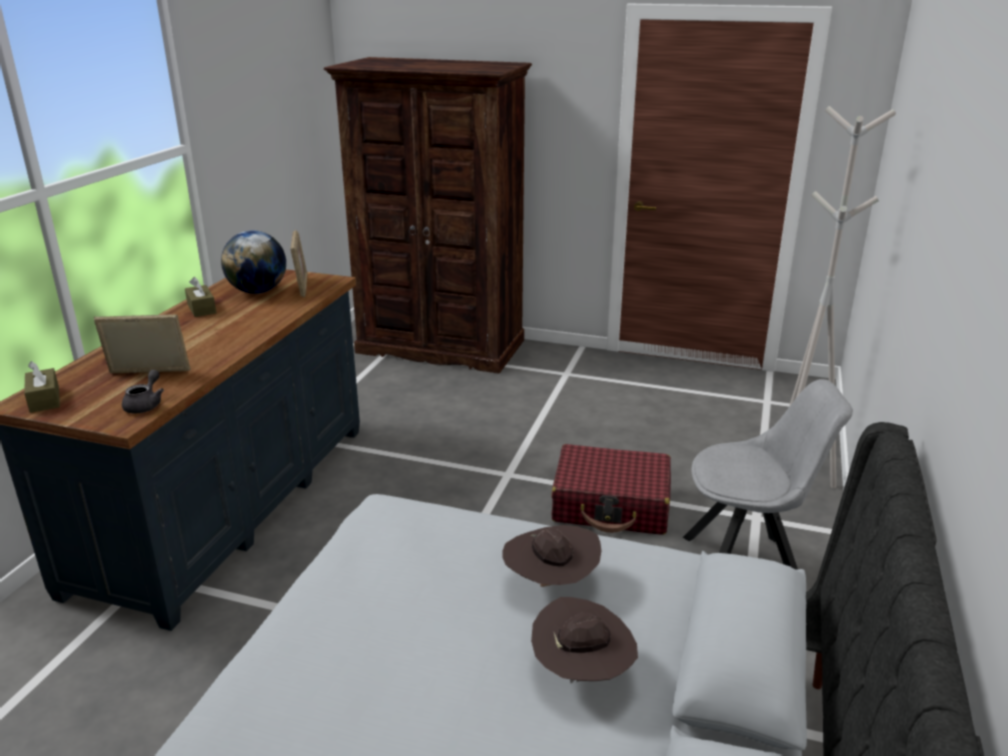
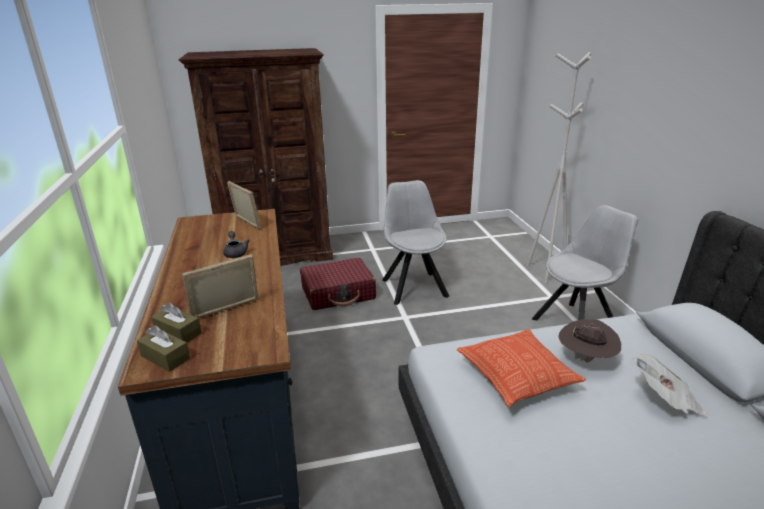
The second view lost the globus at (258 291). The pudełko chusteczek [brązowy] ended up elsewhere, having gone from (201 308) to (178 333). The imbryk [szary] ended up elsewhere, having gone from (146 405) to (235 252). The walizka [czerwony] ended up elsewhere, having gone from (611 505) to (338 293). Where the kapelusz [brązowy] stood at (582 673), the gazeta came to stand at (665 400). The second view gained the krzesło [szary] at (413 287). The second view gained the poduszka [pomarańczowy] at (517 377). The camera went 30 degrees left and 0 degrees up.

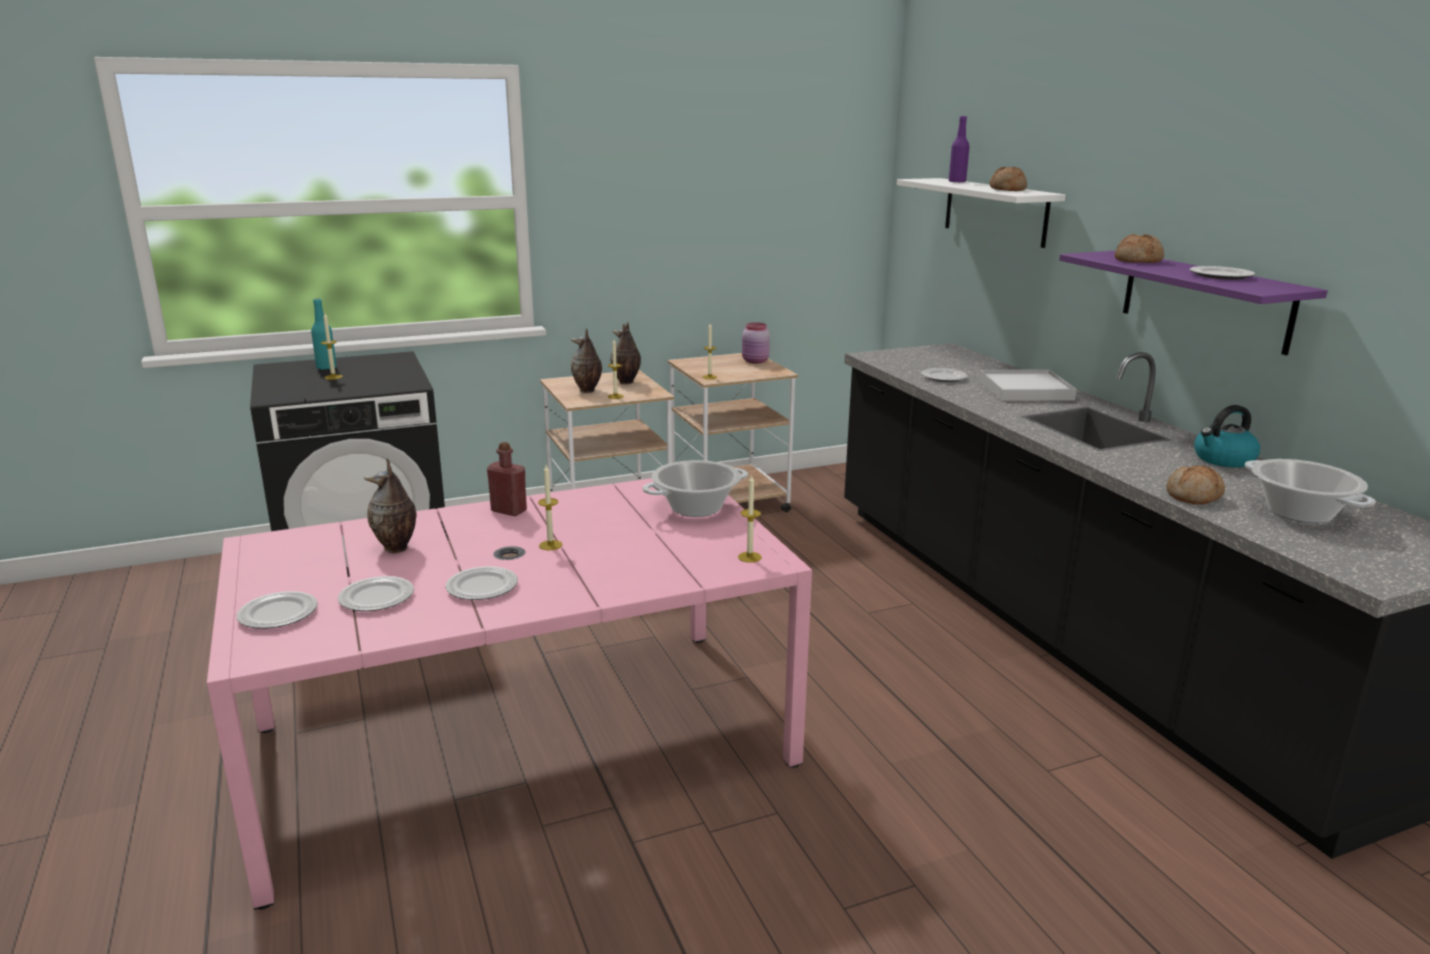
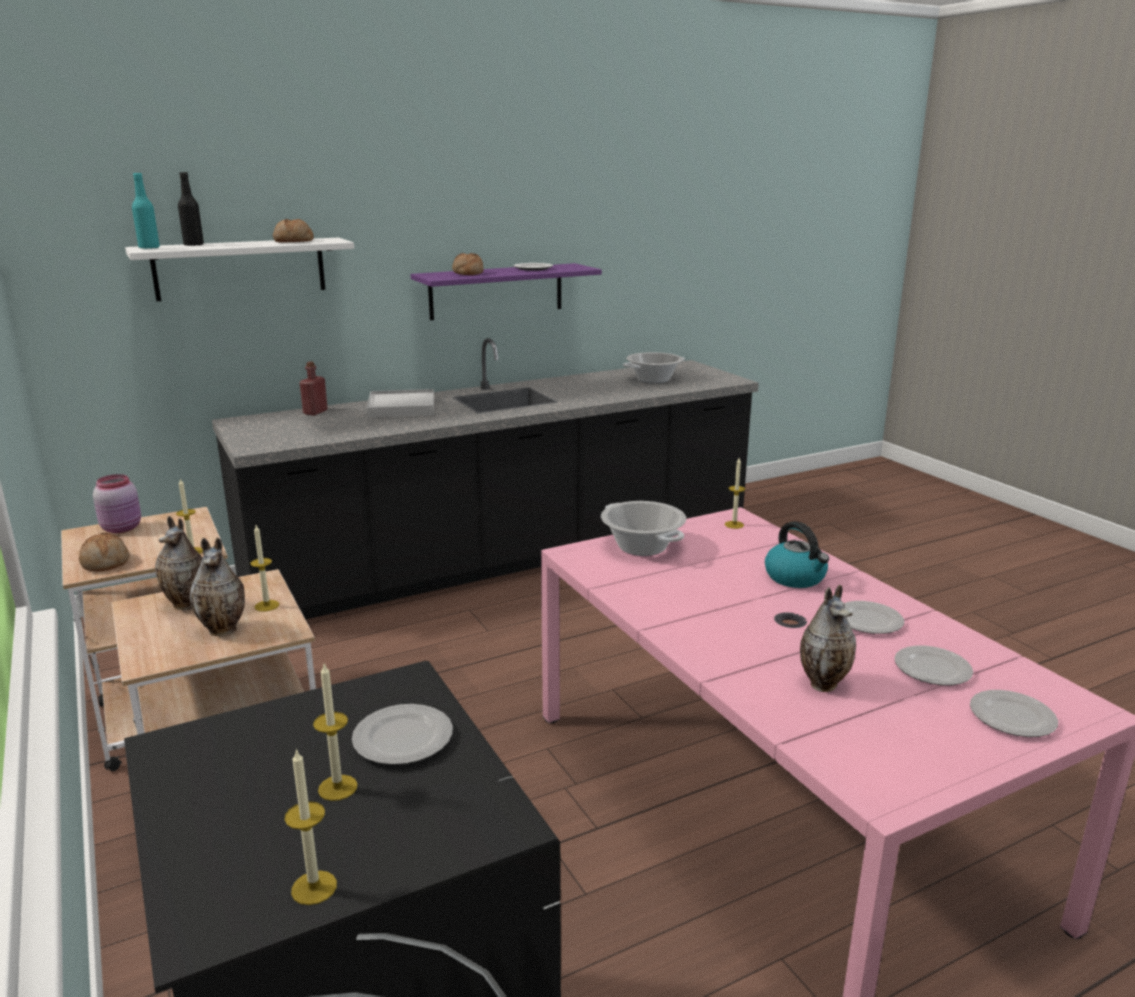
What was the butelka [fioletowy] at (957 182) turned into the butelka [czarny] at (193 245). The butelka [turkusowy] ended up elsewhere, having gone from (326 367) to (149 248). The talerz ended up elsewhere, having gone from (943 377) to (404 739). The czajnik ended up elsewhere, having gone from (1223 460) to (796 578). The butelka [czerwony] ended up elsewhere, having gone from (509 511) to (315 412). The świeca ended up elsewhere, having gone from (550 545) to (314 887). The chleb ended up elsewhere, having gone from (1194 496) to (106 562). The camera went 95 degrees left and 0 degrees up.

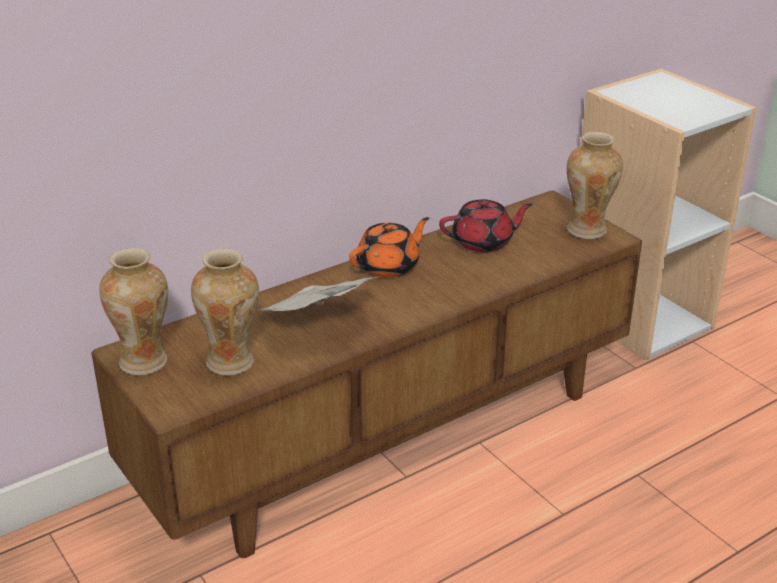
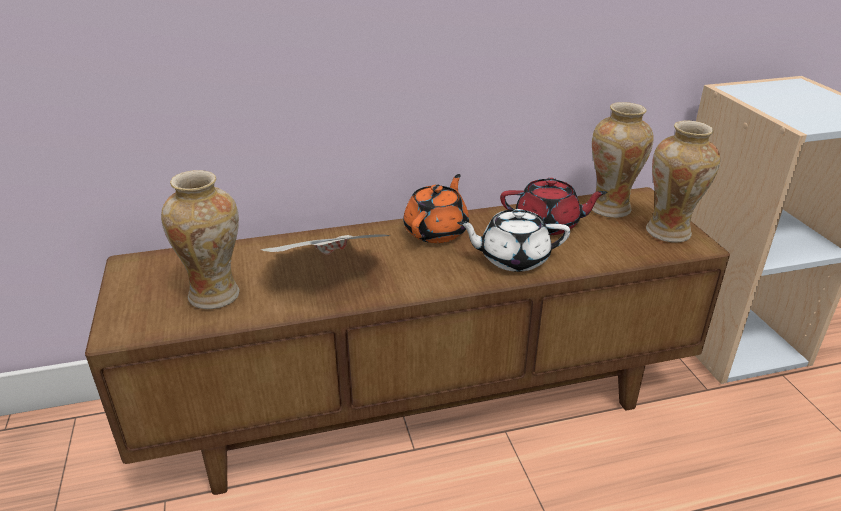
The imbryk [pomarańczowy] at (389 266) ended up facing another way, 45 degrees counterclockwise from before. The wazon ended up elsewhere, having gone from (144 361) to (611 208). The second view gained the imbryk [biały] at (512 258). The camera went 20 degrees right and 0 degrees up.

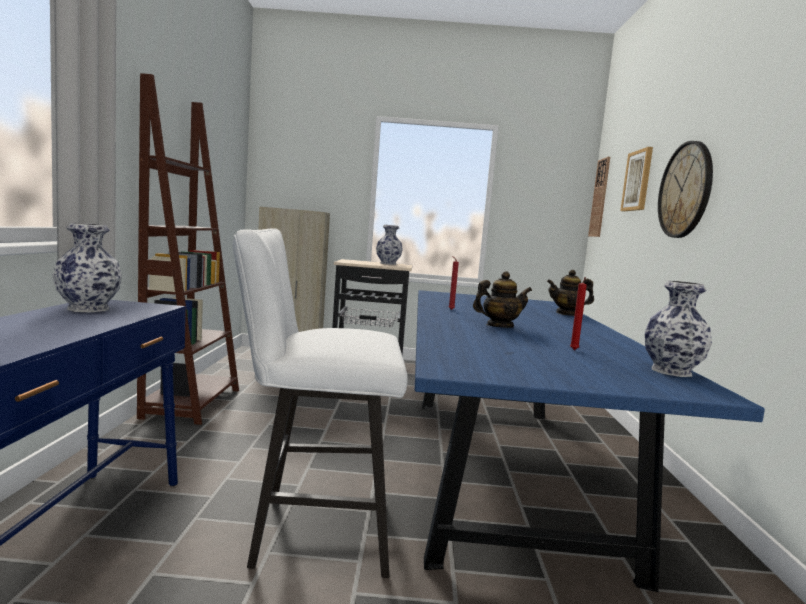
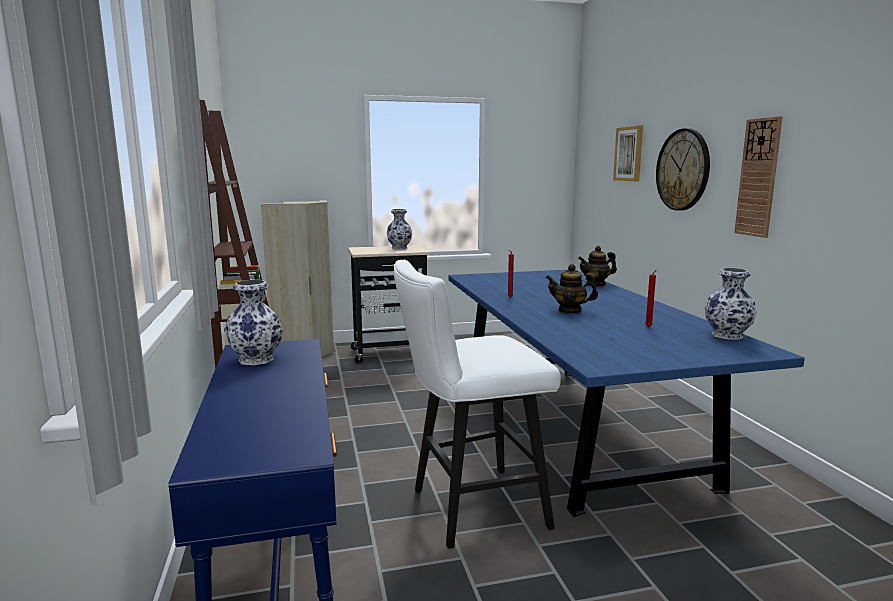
The zegar ścienny ended up elsewhere, having gone from (600 198) to (758 177). The imbryk at (499 326) ended up facing another way, 135 degrees counterclockwise from before. The camera went 15 degrees left and 5 degrees up.

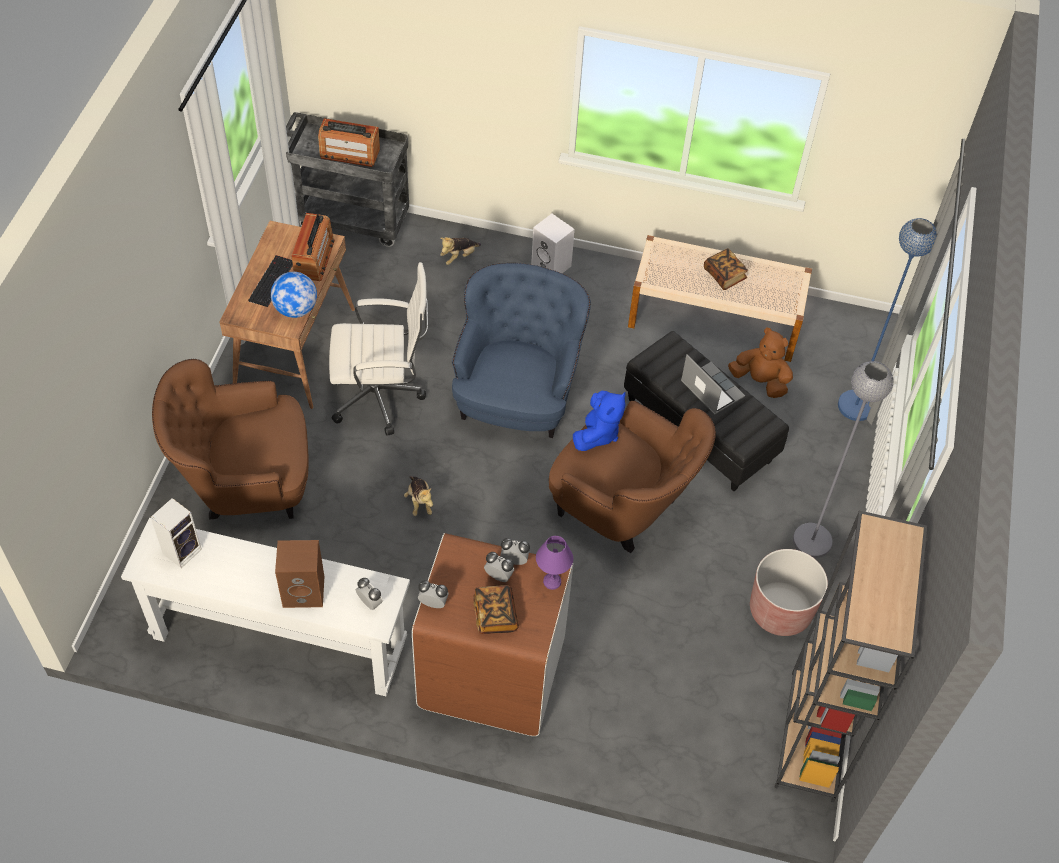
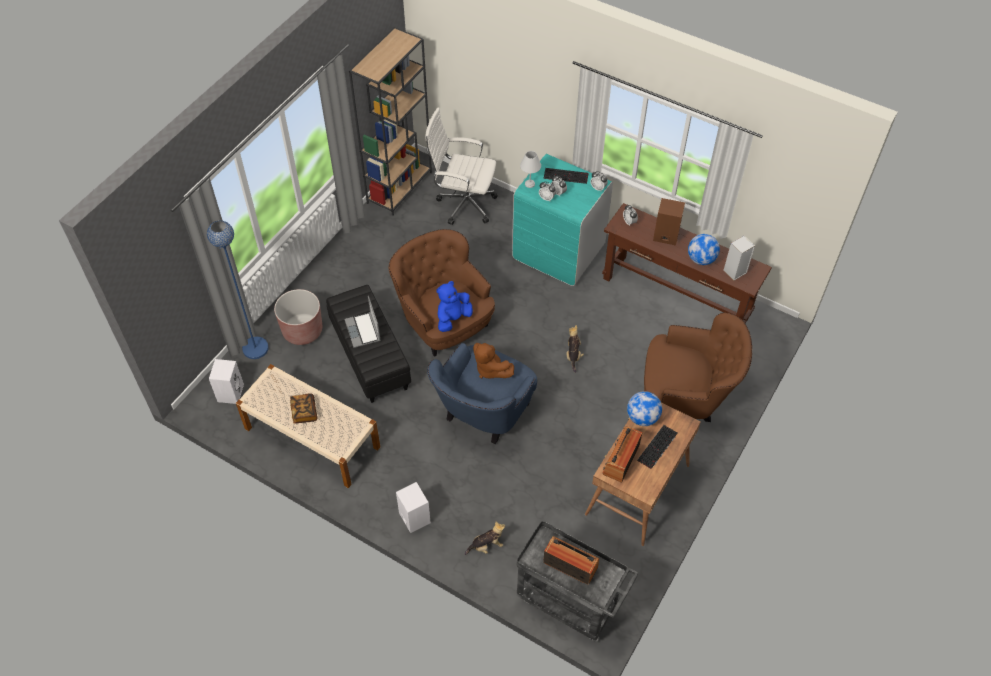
The krzesło biurowe [biały] ended up elsewhere, having gone from (381 398) to (463 204). The pluszak [brązowy] ended up elsewhere, having gone from (760 381) to (490 369). The second view lost the lampa stojąca [szary] at (812 541). What was the stolik konsolowy [biały] at (279 639) turned into the stolik konsolowy [brązowy] at (676 296). What was the komoda [brązowy] at (491 675) turned into the komoda [turkusowy] at (559 251). What was the lampa stołowa [fioletowy] at (552 580) turned into the lampa stołowa [biały] at (529 184). The donica [brązowy] ended up elsewhere, having gone from (780 611) to (302 331). Where the książka stood at (495 615), the klawiatura came to stand at (566 175). The second view gained the globus at (701 259). The second view gained the głośnik [biały] at (230 392). The camera went 160 degrees left and 0 degrees up.

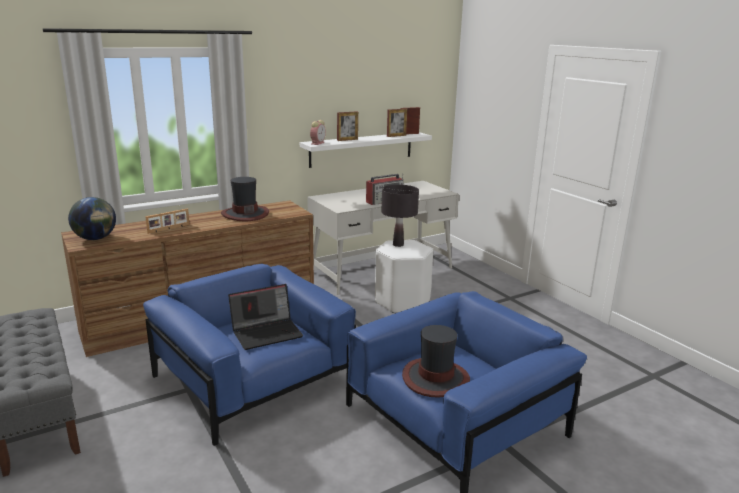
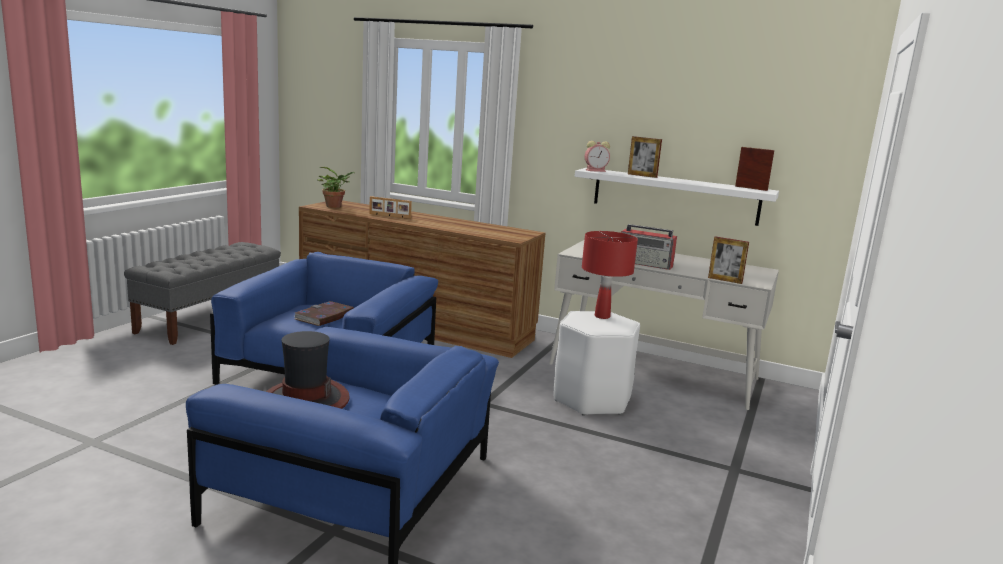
The ramka na zdjęcie ended up elsewhere, having gone from (396 136) to (725 280). The second view lost the kapelusz at (245 214). What was the lampa stołowa [czarny] at (398 244) turned into the lampa stołowa [czerwony] at (602 316). Where the globus stood at (95 238), the roślina doniczkowa came to stand at (335 206). Where the laptop stood at (267 332), the książka came to stand at (324 316). The camera went 55 degrees right and 5 degrees down.

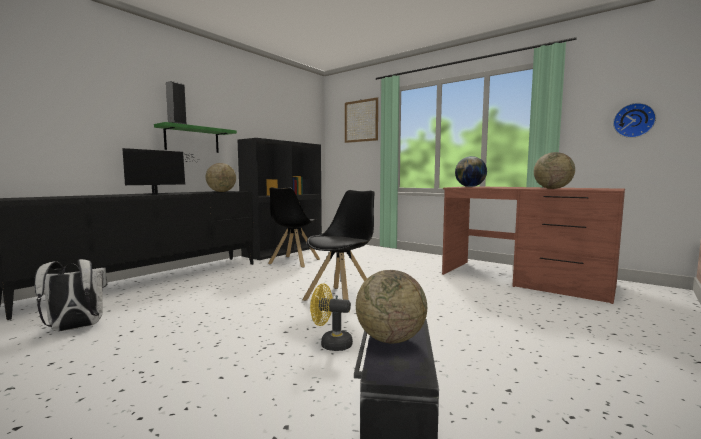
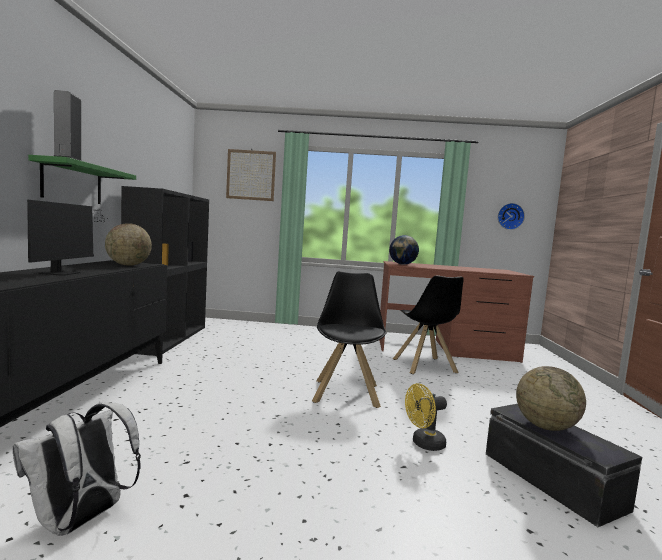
The second view lost the globus at (552 188). The krzesło [czarny] ended up elsewhere, having gone from (293 262) to (425 366). The camera went 35 degrees left and 0 degrees up.

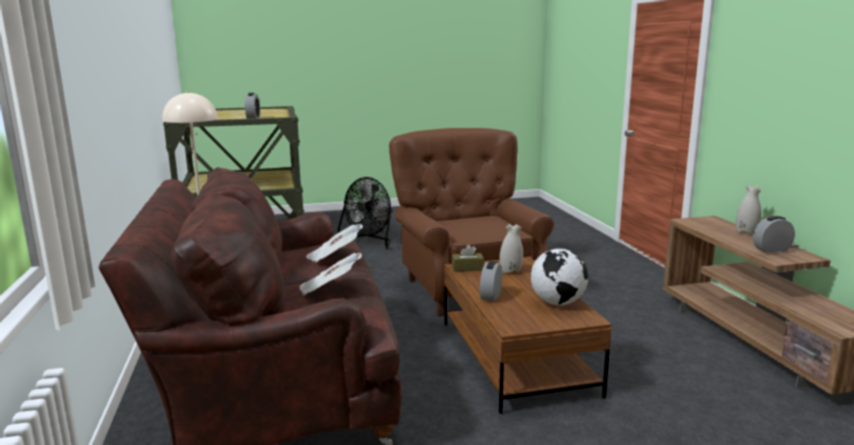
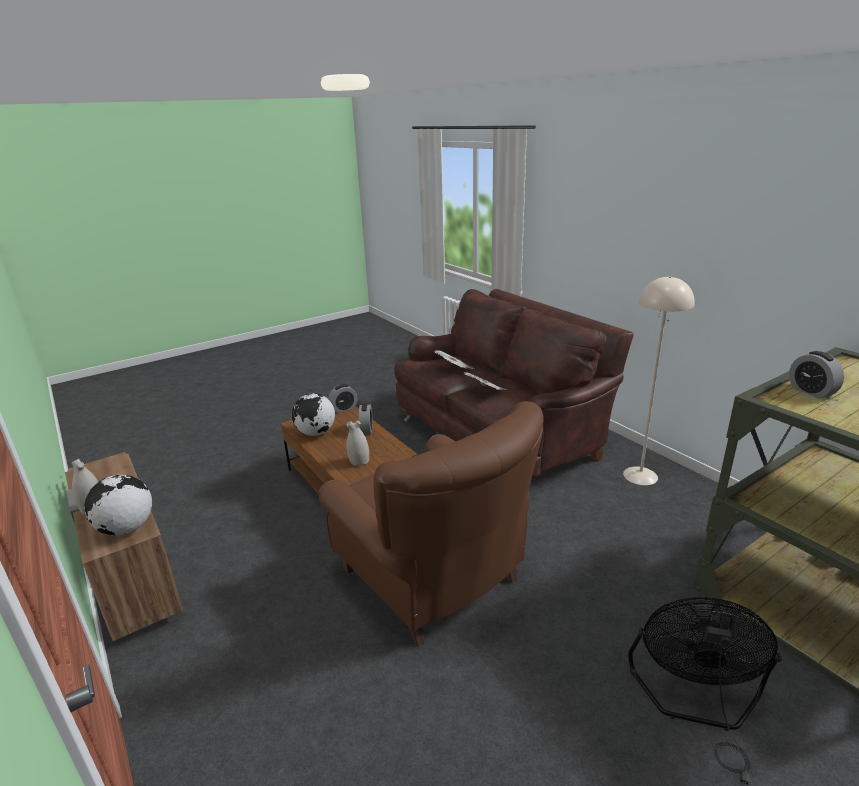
The budzik ended up elsewhere, having gone from (771 249) to (344 408). The second view lost the pudełko chusteczek [brązowy] at (467 268). The second view gained the globus at (126 529). The camera went 160 degrees right and 10 degrees up.

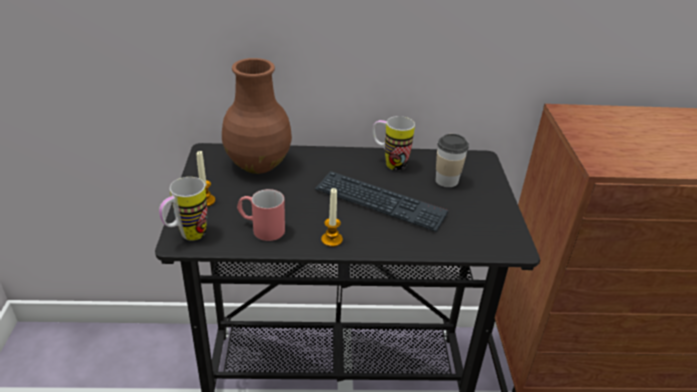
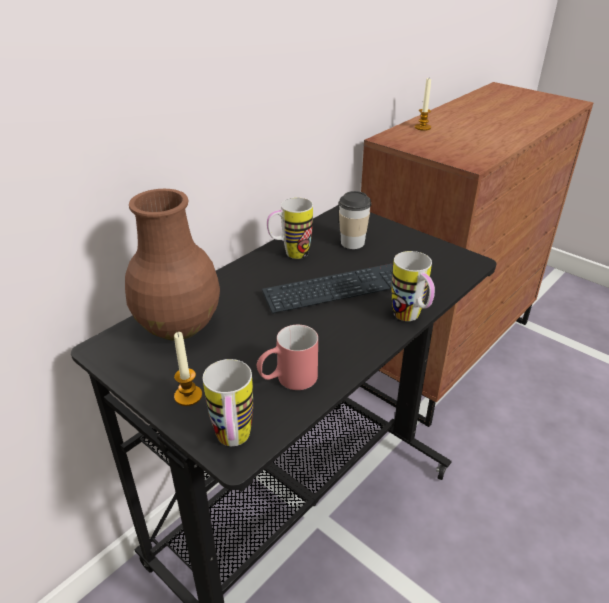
The świeca ended up elsewhere, having gone from (331 240) to (422 127). The second view gained the kubek at (411 318). The camera went 45 degrees left and 0 degrees up.

